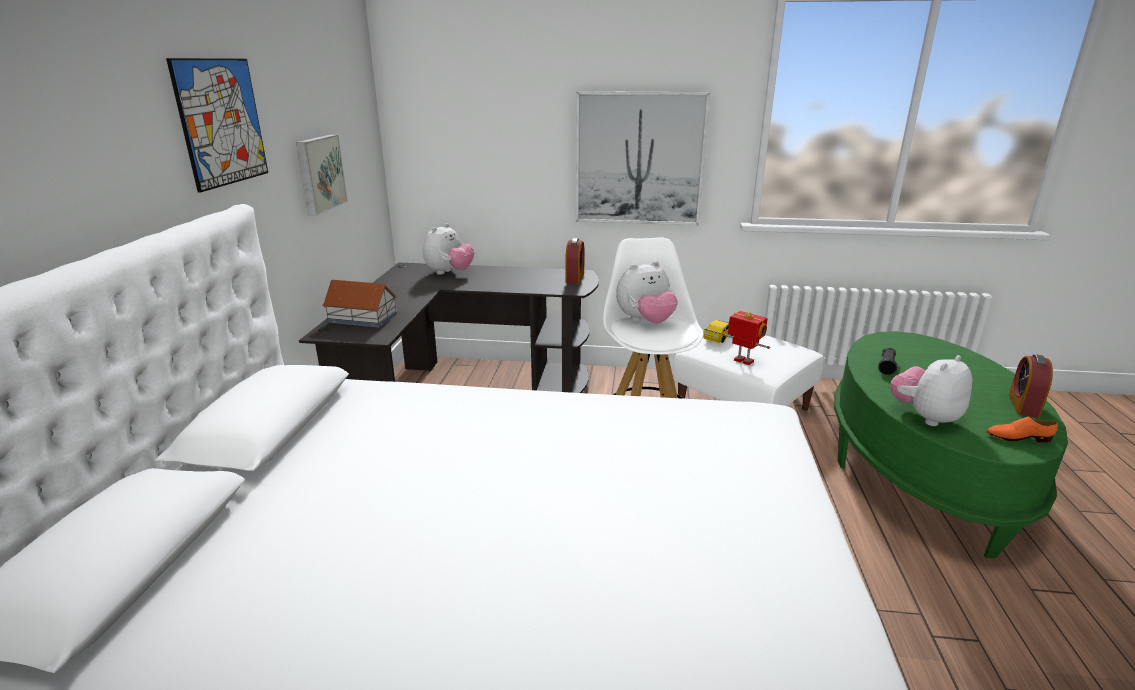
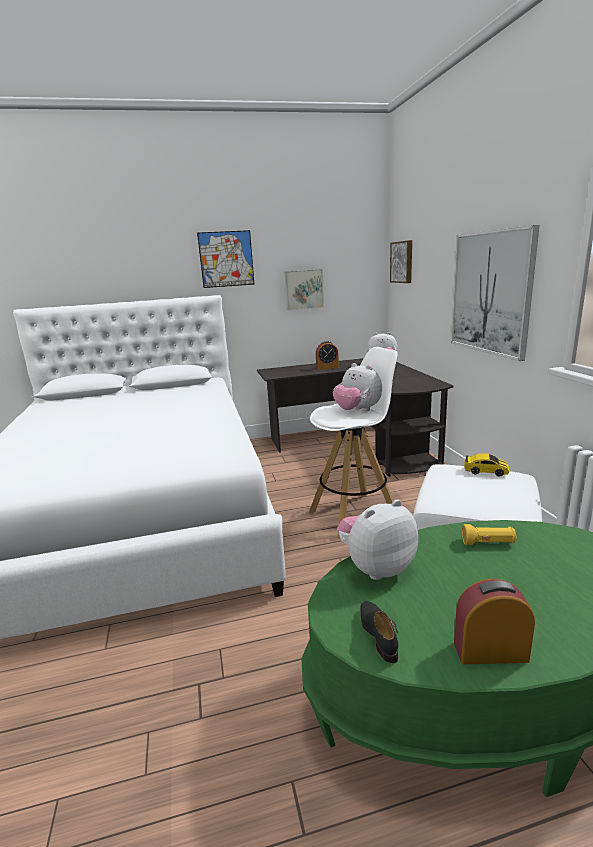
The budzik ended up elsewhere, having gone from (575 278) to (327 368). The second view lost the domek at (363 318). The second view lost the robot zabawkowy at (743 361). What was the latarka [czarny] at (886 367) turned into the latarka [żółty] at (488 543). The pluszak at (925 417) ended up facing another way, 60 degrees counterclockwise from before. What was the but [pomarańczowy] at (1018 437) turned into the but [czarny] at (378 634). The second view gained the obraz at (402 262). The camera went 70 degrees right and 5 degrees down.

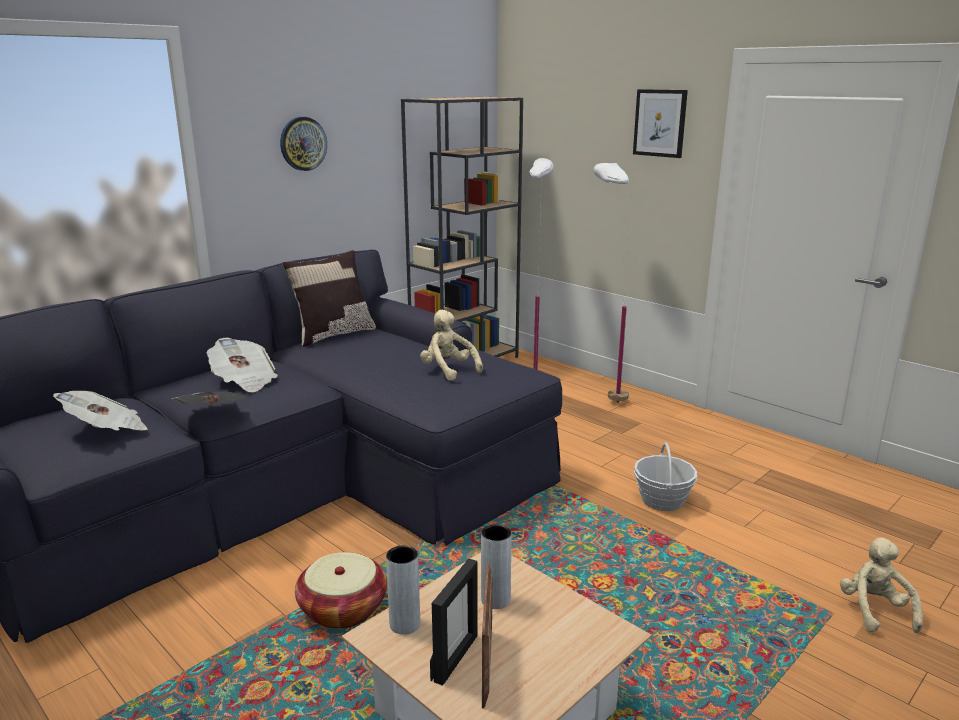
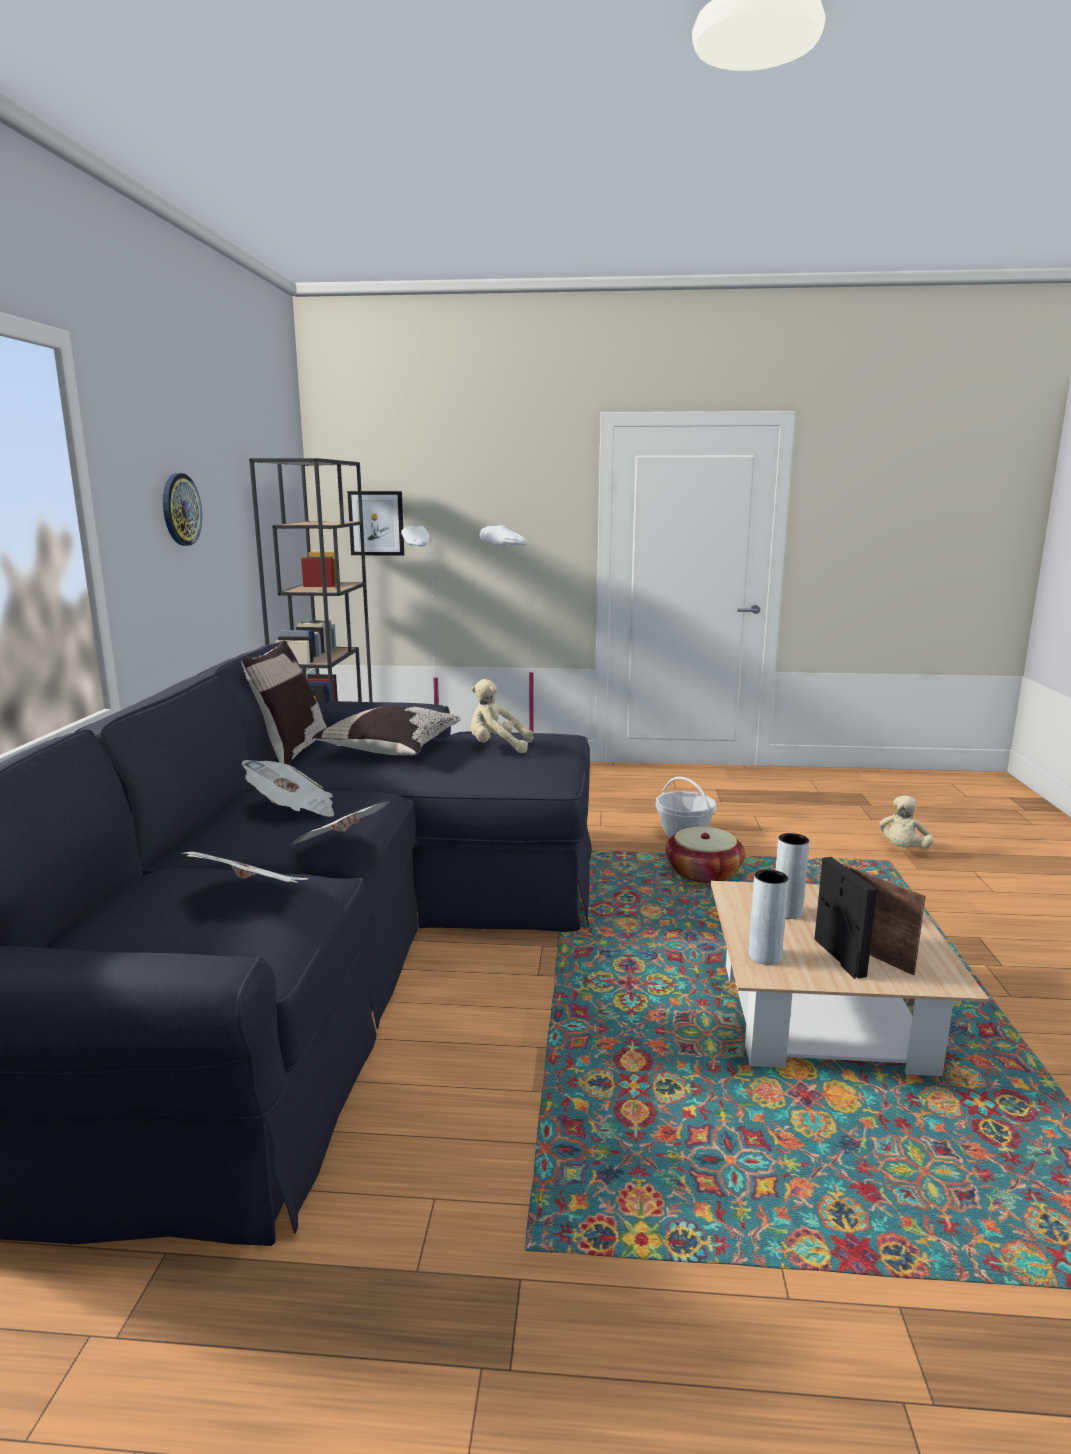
The obraz ended up elsewhere, having gone from (660 123) to (376 523). The pluszak [beżowy] at (874 610) ended up facing another way, 105 degrees counterclockwise from before. The koszyk ended up elsewhere, having gone from (343 609) to (703 873). The second view gained the poduszka at (390 749). The camera went 40 degrees left and 5 degrees down.

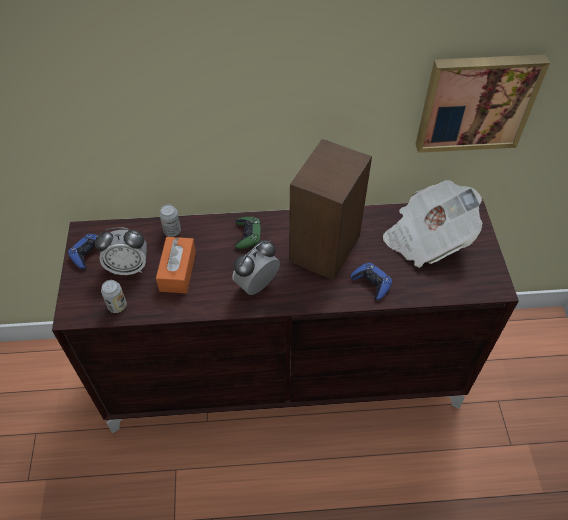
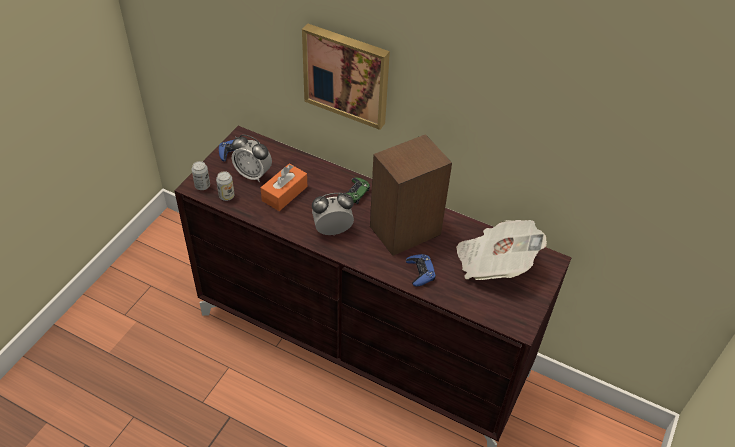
The obraz ended up elsewhere, having gone from (476 102) to (347 74). The puszka ended up elsewhere, having gone from (172 231) to (202 186). The camera went 30 degrees right and 5 degrees down.

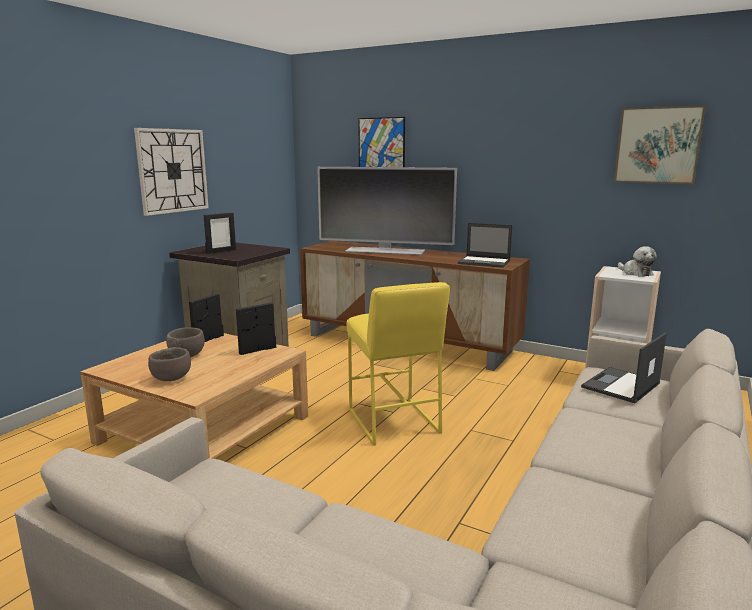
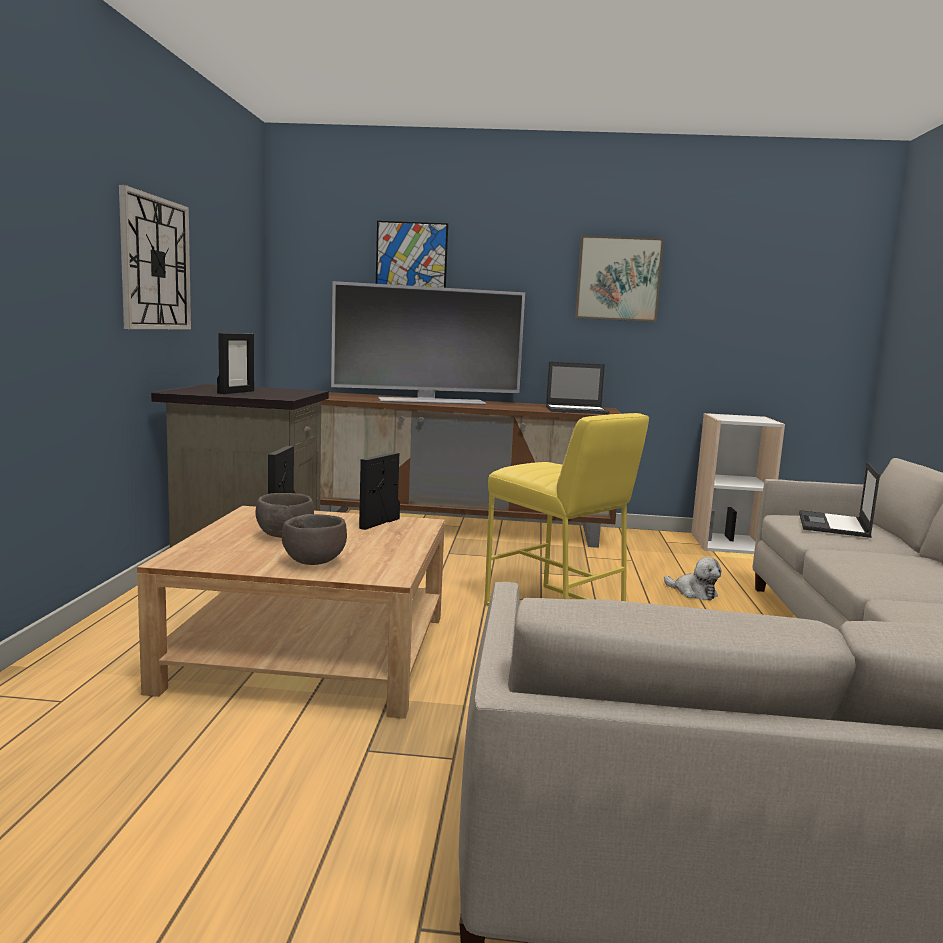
The obraz ended up elsewhere, having gone from (657 145) to (618 279). The pluszak ended up elsewhere, having gone from (635 273) to (693 593). The camera went 25 degrees left and 5 degrees down.

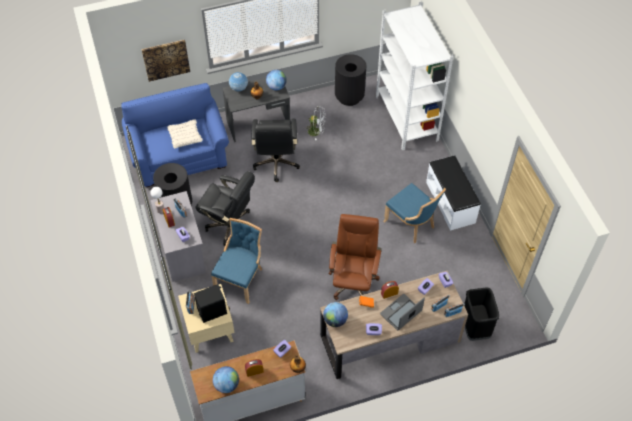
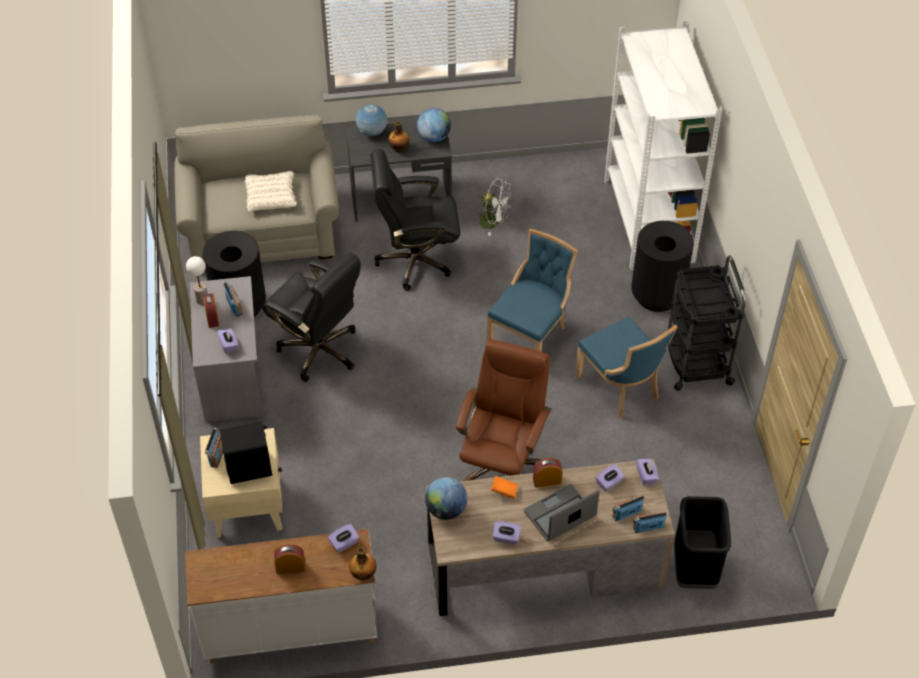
The second view lost the obraz at (166 59). The kosz na śmieci [czarny] ended up elsewhere, having gone from (349 96) to (657 295). What was the kanapa [niebieski] at (179 155) turned into the kanapa [beżowy] at (262 230). The krzesło biurowe [czarny] at (276 162) ended up facing another way, 75 degrees clockwise from before. Where the ławka [biały] stood at (450 202), the wózek [czarny] came to stand at (695 362). The krzesło [niebieski] ended up elsewhere, having gone from (241 278) to (530 336). The second view lost the globus at (227 385). The camera went 10 degrees right and 5 degrees down.

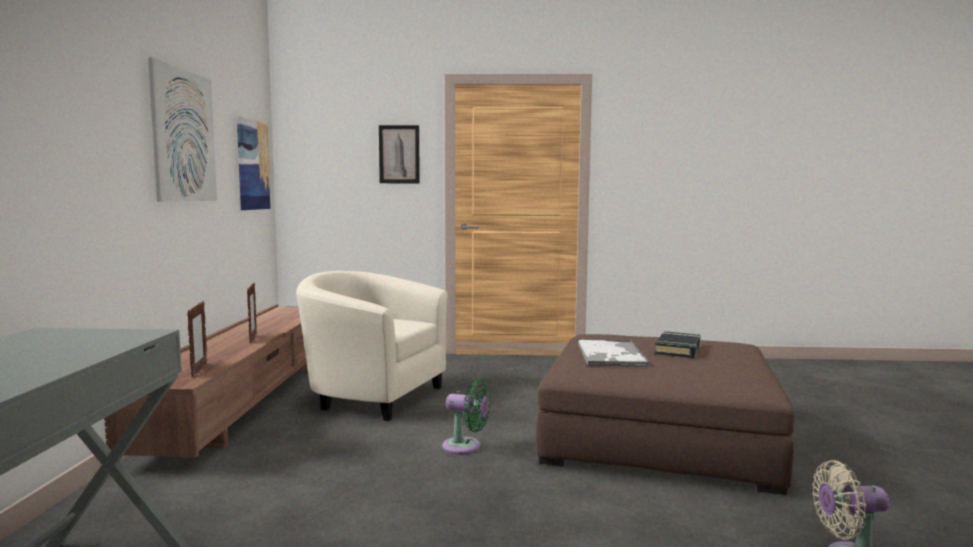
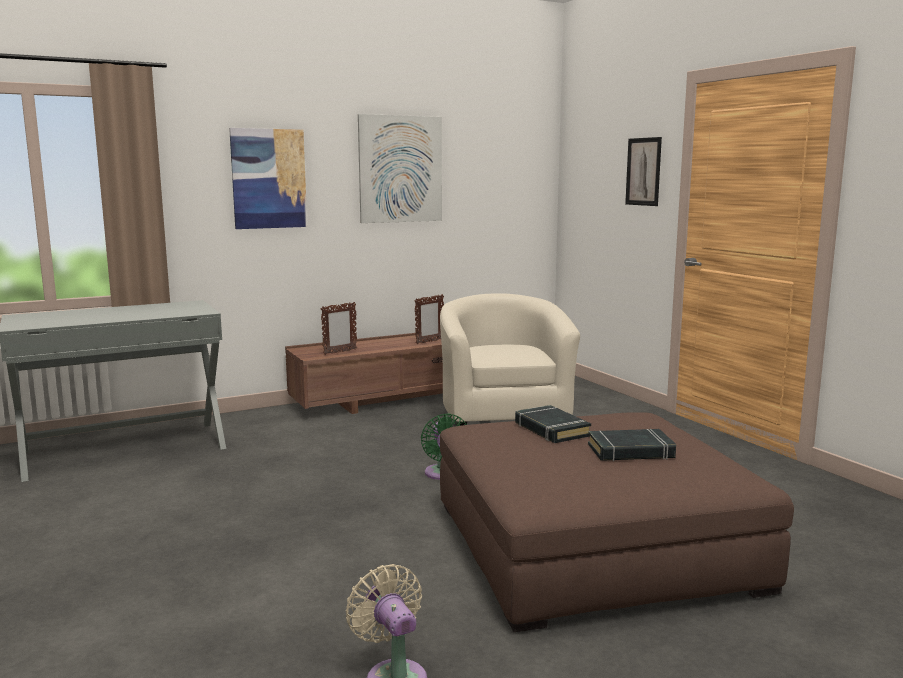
The obraz ended up elsewhere, having gone from (253 165) to (269 179). Where the taca stood at (611 354), the książka [czarny] came to stand at (551 429). The camera went 60 degrees right and 5 degrees up.

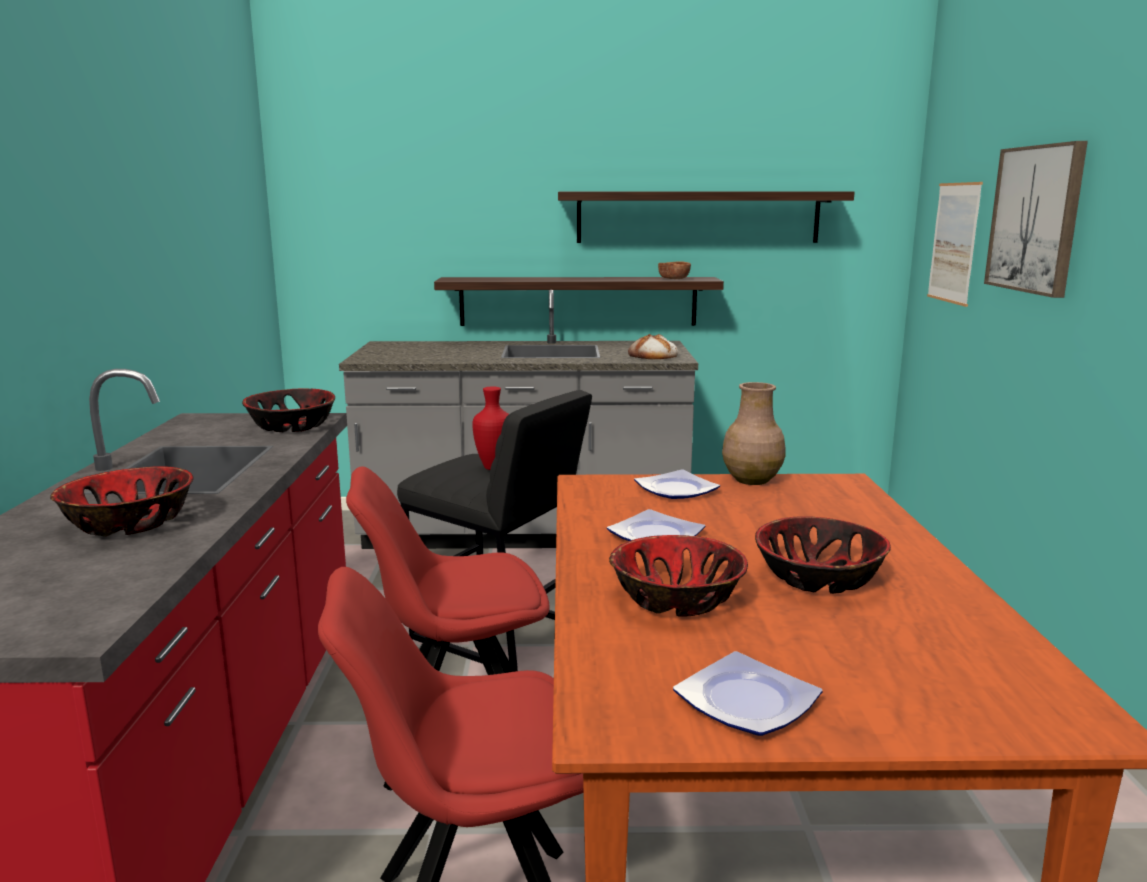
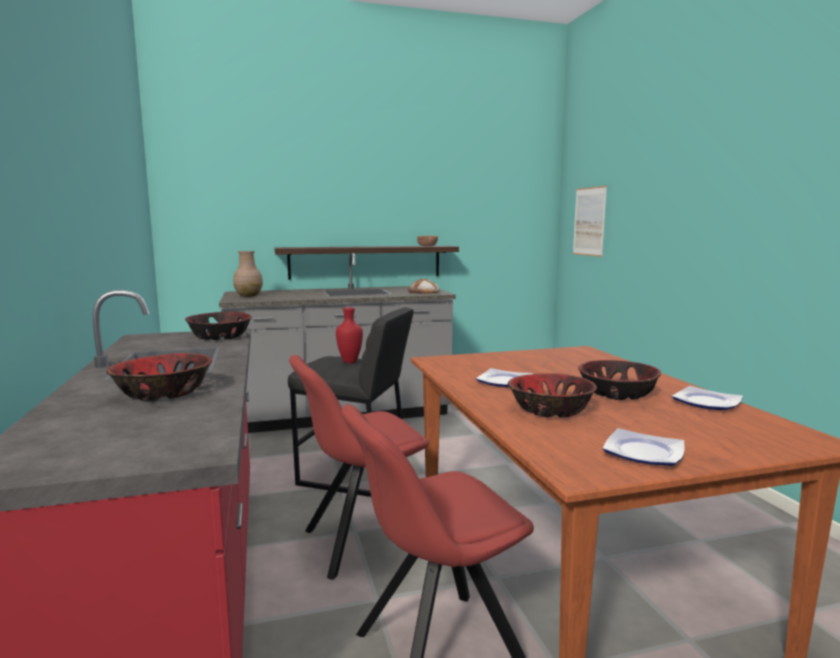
The second view lost the obraz at (1035 219). The second view lost the półka at (698 217). The wazon [brązowy] ended up elsewhere, having gone from (751 480) to (248 296). The talerz ended up elsewhere, having gone from (674 490) to (705 402). The camera went 15 degrees left and 5 degrees down.

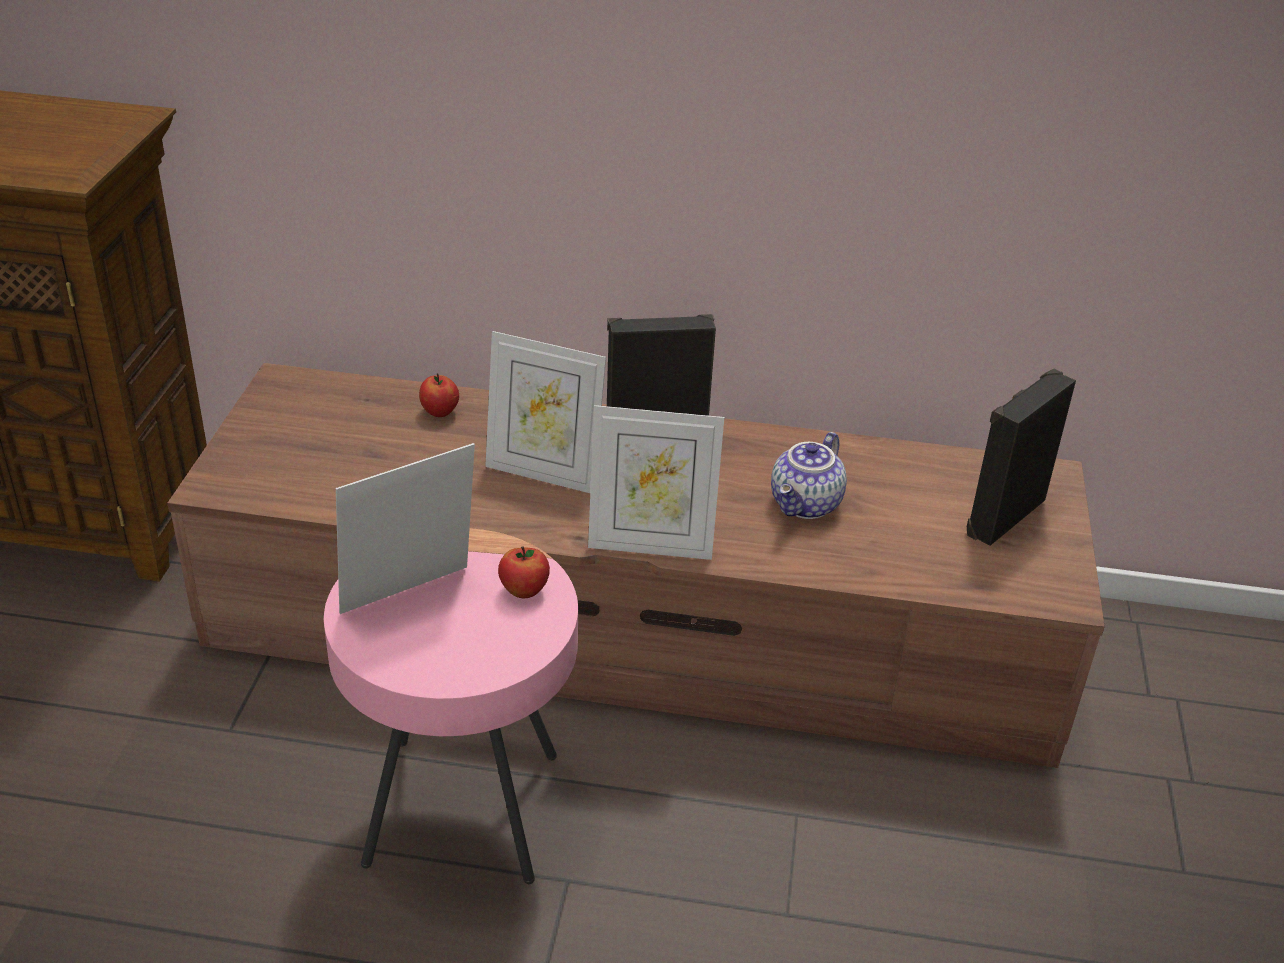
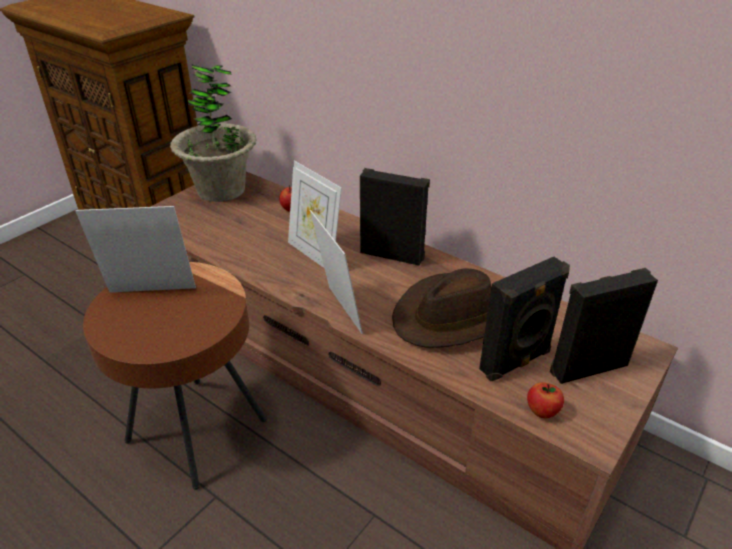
The ramka na zdjęcie at (651 545) ended up facing another way, 150 degrees counterclockwise from before. Where the imbryk stood at (807 505), the kapelusz [brązowy] came to stand at (453 317). What was the stolik [różowy] at (463 809) turned into the stolik [brązowy] at (197 431). The jabłko ended up elsewhere, having gone from (524 591) to (542 411). The second view gained the roślina doniczkowa at (221 190). The second view gained the głośnik [czarny] at (516 362). The camera went 30 degrees right and 0 degrees up.

